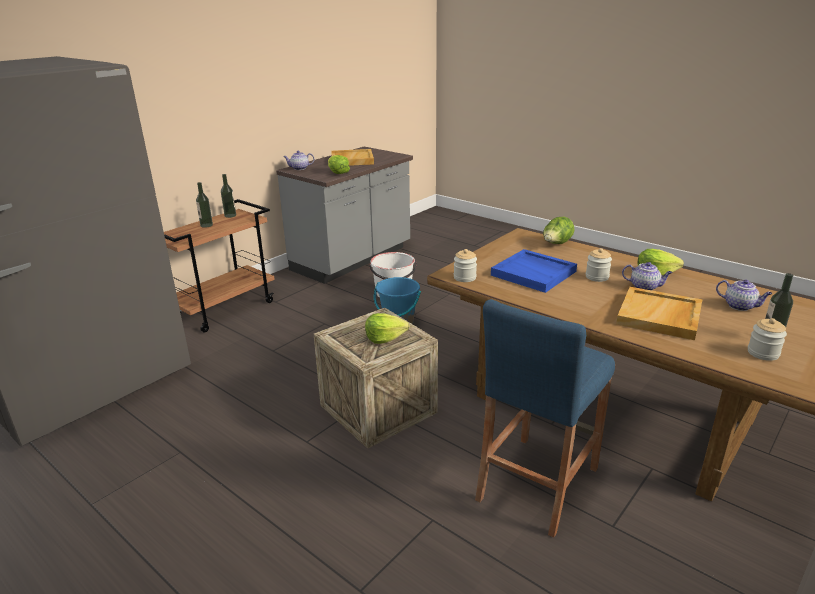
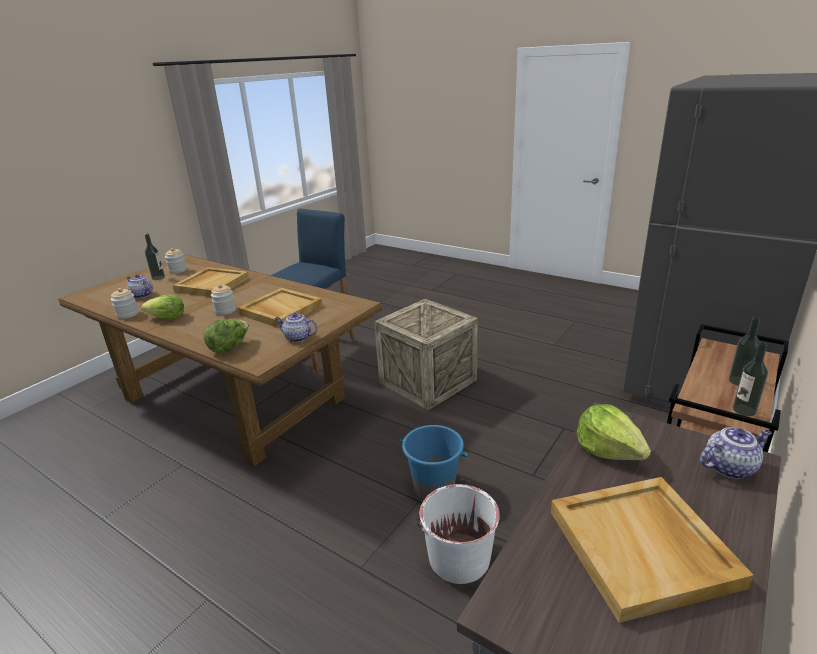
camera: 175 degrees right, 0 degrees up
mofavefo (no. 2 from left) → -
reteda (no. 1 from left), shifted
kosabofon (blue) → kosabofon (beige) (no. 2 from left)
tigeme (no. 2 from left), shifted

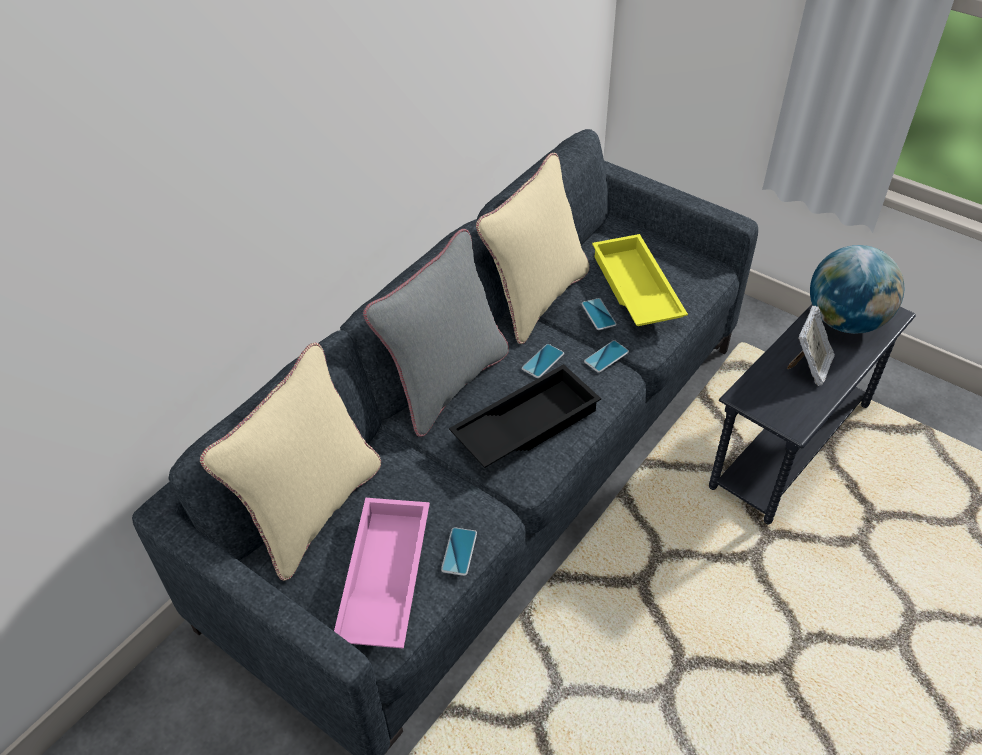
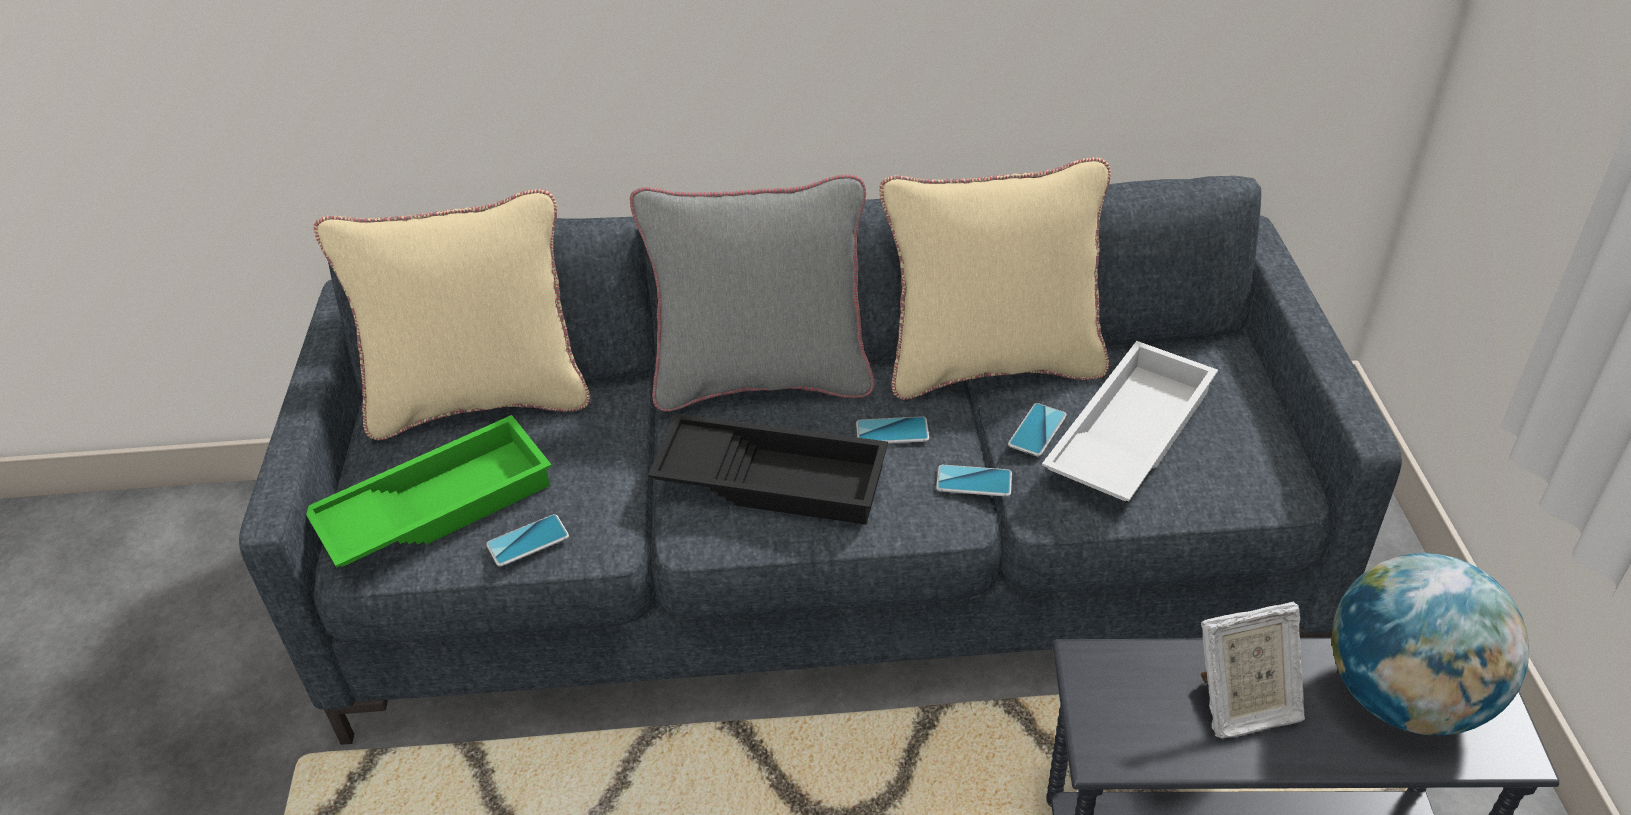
camera: 50 degrees right, 5 degrees down
kosabofon (pink) → kosabofon (green)
kosabofon (yellow) → kosabofon (white)

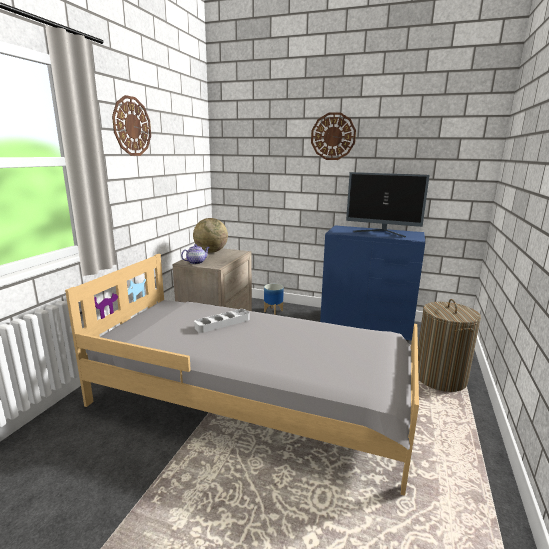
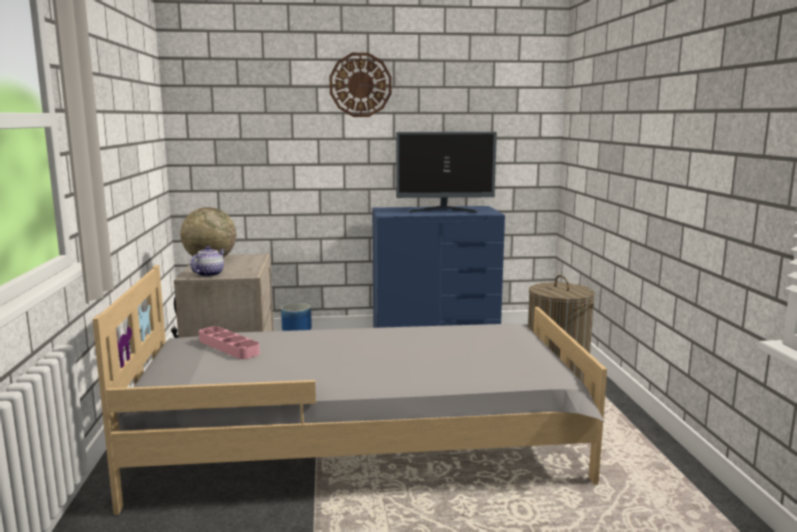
camera: 25 degrees left, 5 degrees down
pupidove (no. 1 from left) → -
kosabofon (grey) → -
- → kosabofon (pink)

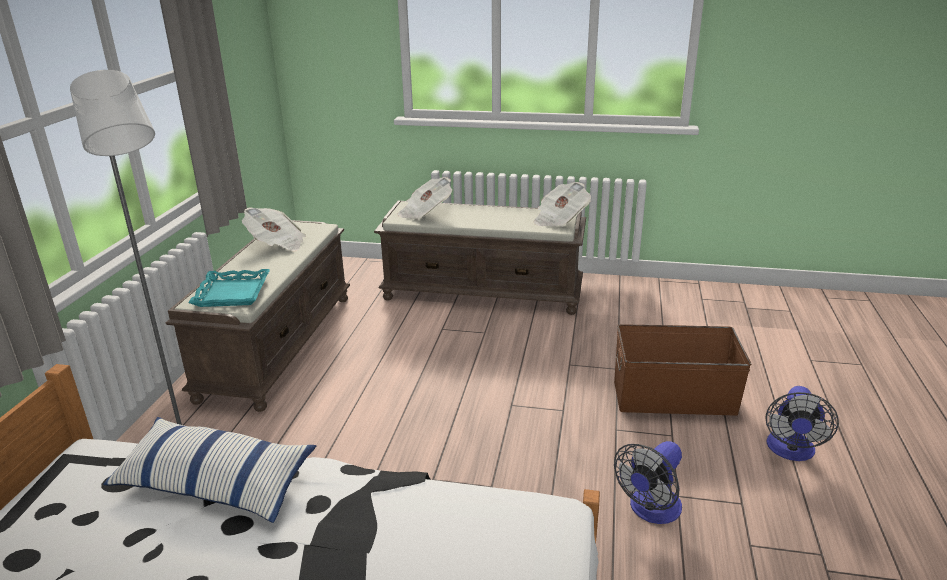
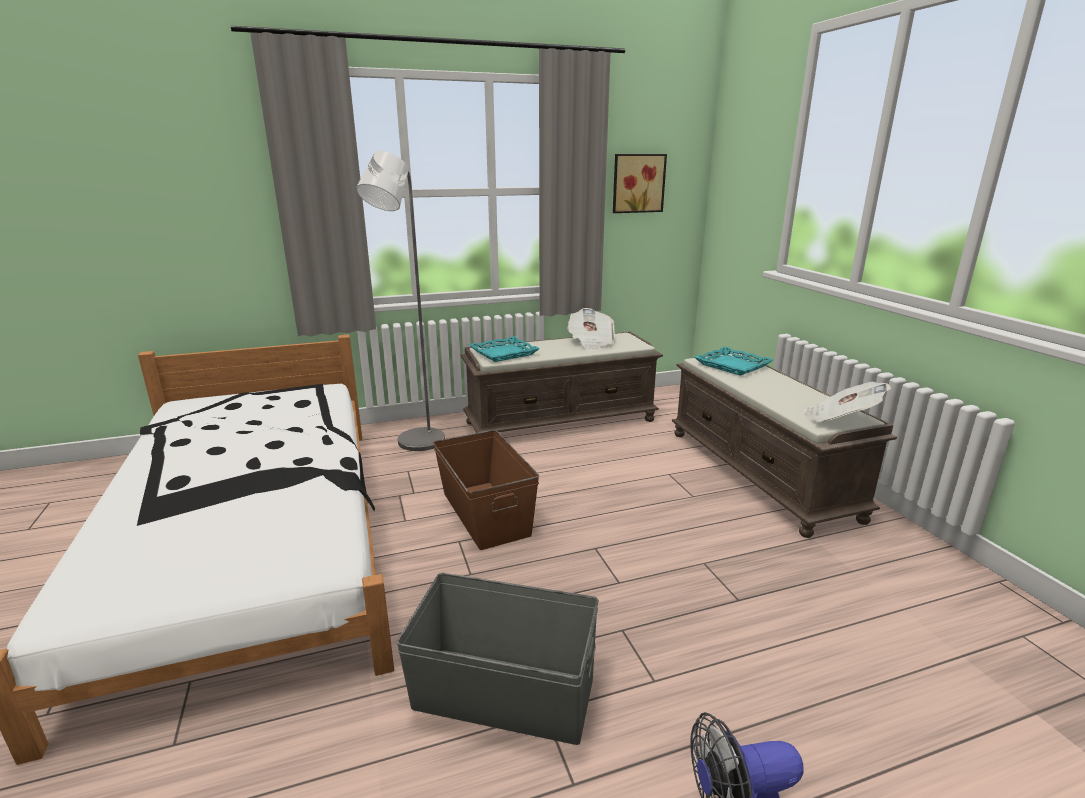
camera: 60 degrees right, 5 degrees down
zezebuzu → -
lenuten (no. 2 from left) → kosabofon (turquoise) (no. 2 from left)
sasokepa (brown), shifted
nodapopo (no. 1 from left) → sasokepa (grey)
- → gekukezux

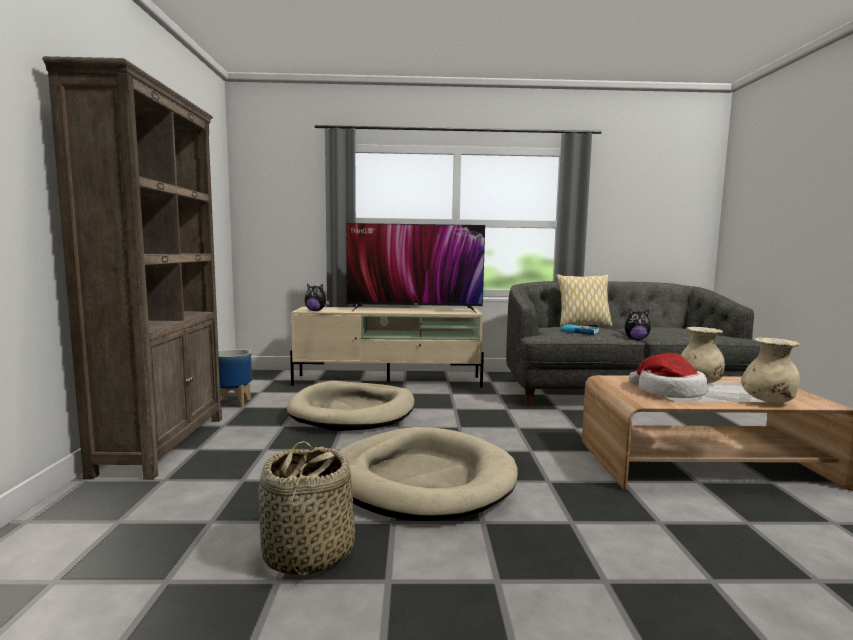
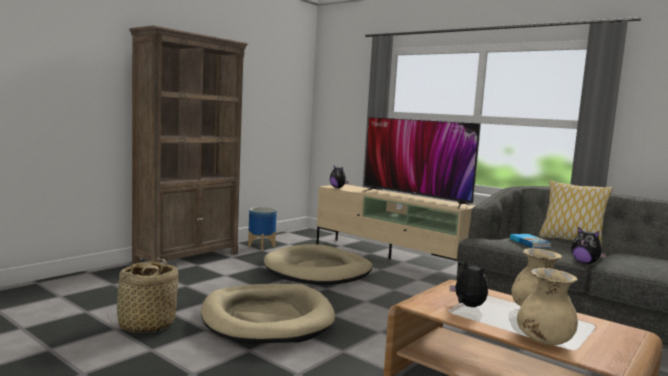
camera: 40 degrees right, 0 degrees up
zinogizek → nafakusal (no. 2 from left)

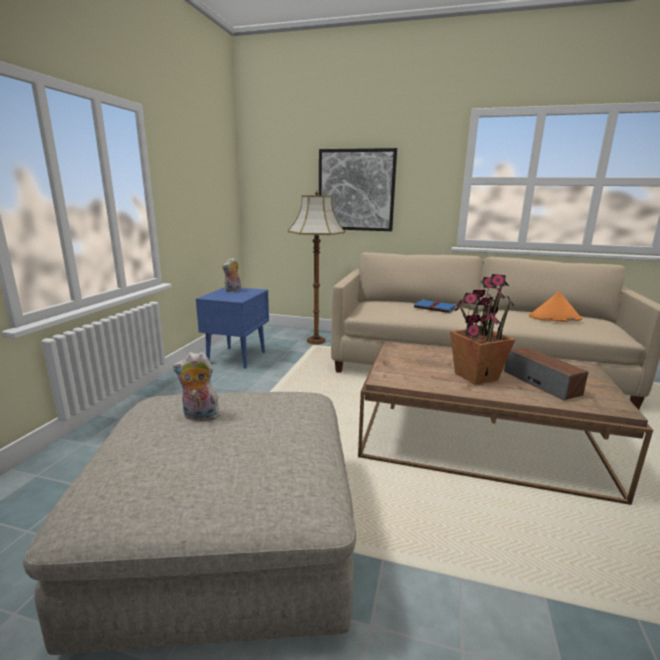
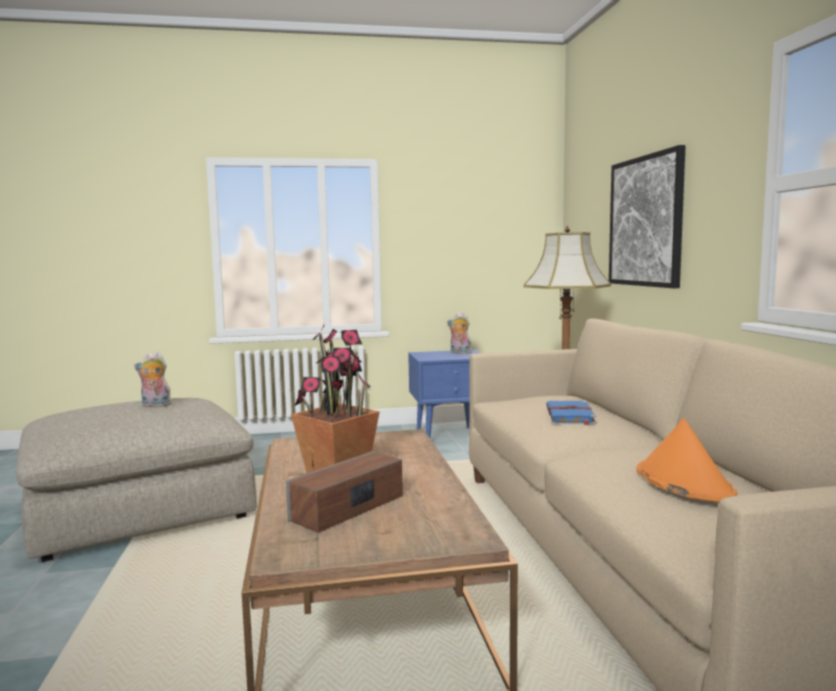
camera: 65 degrees right, 10 degrees down
nafakusal (no. 1 from left), 75 degrees counterclockwise

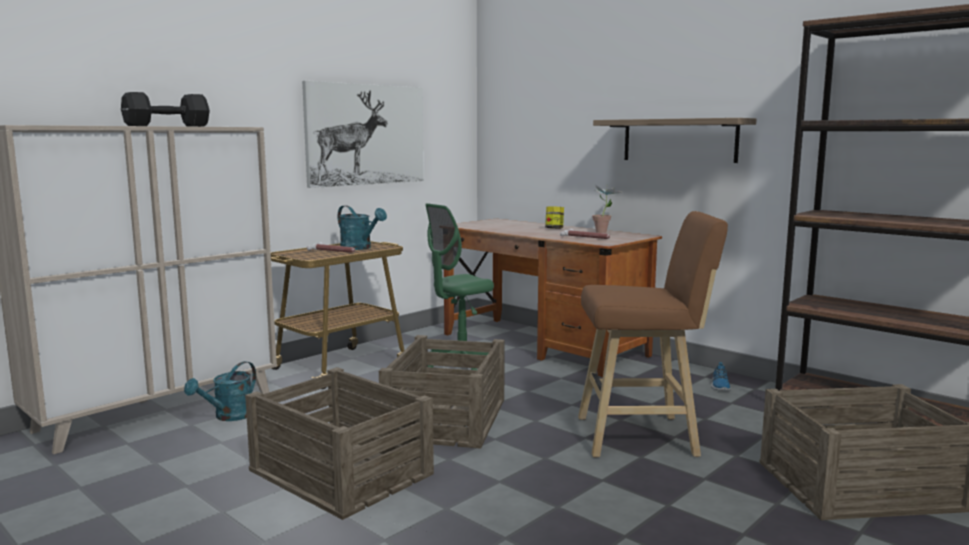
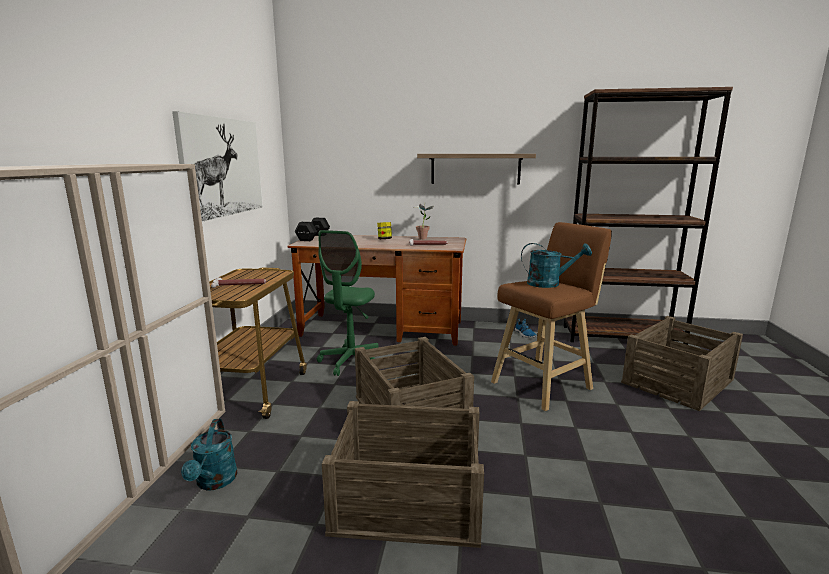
camera: 35 degrees left, 5 degrees up
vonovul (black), shifted
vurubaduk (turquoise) (no. 2 from left), shifted

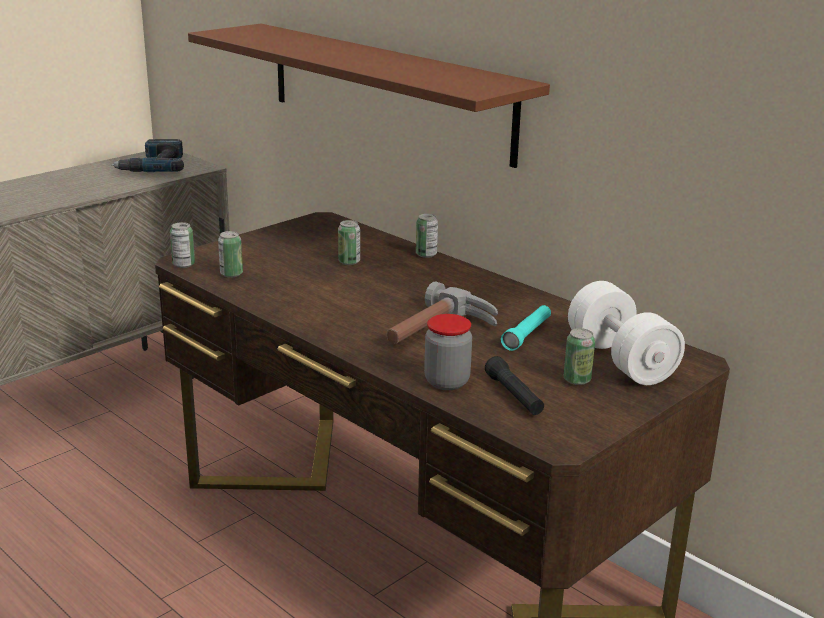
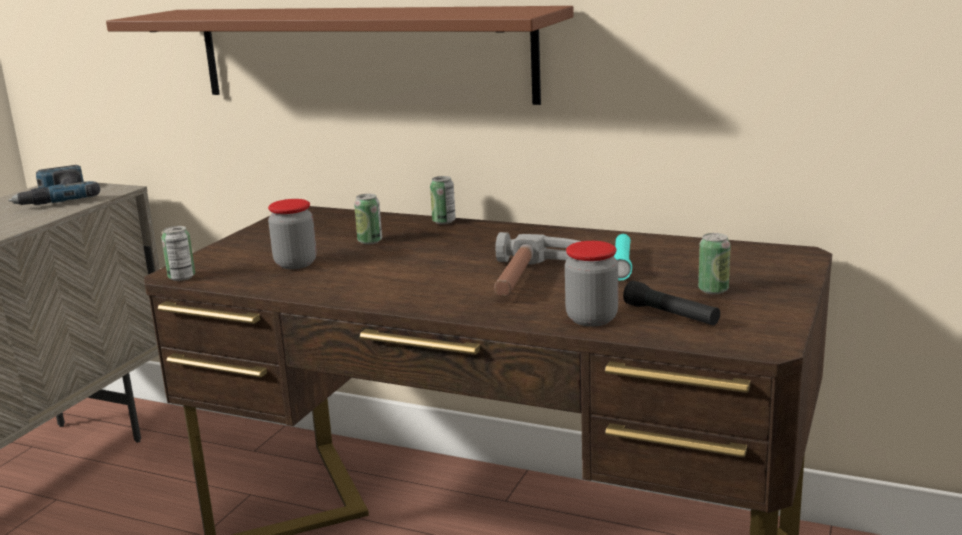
camera: 20 degrees left, 5 degrees down
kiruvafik (no. 2 from left) → -
vonovul (white) → -
- → reteda (no. 1 from left)

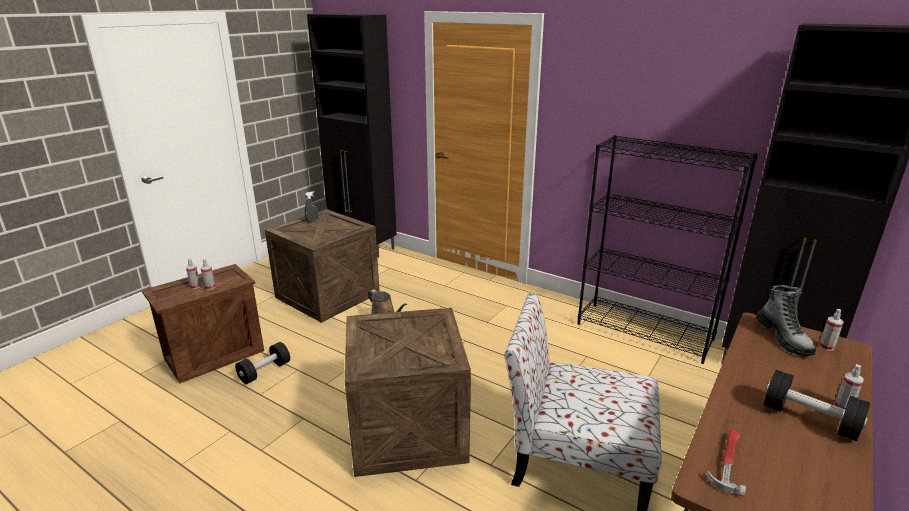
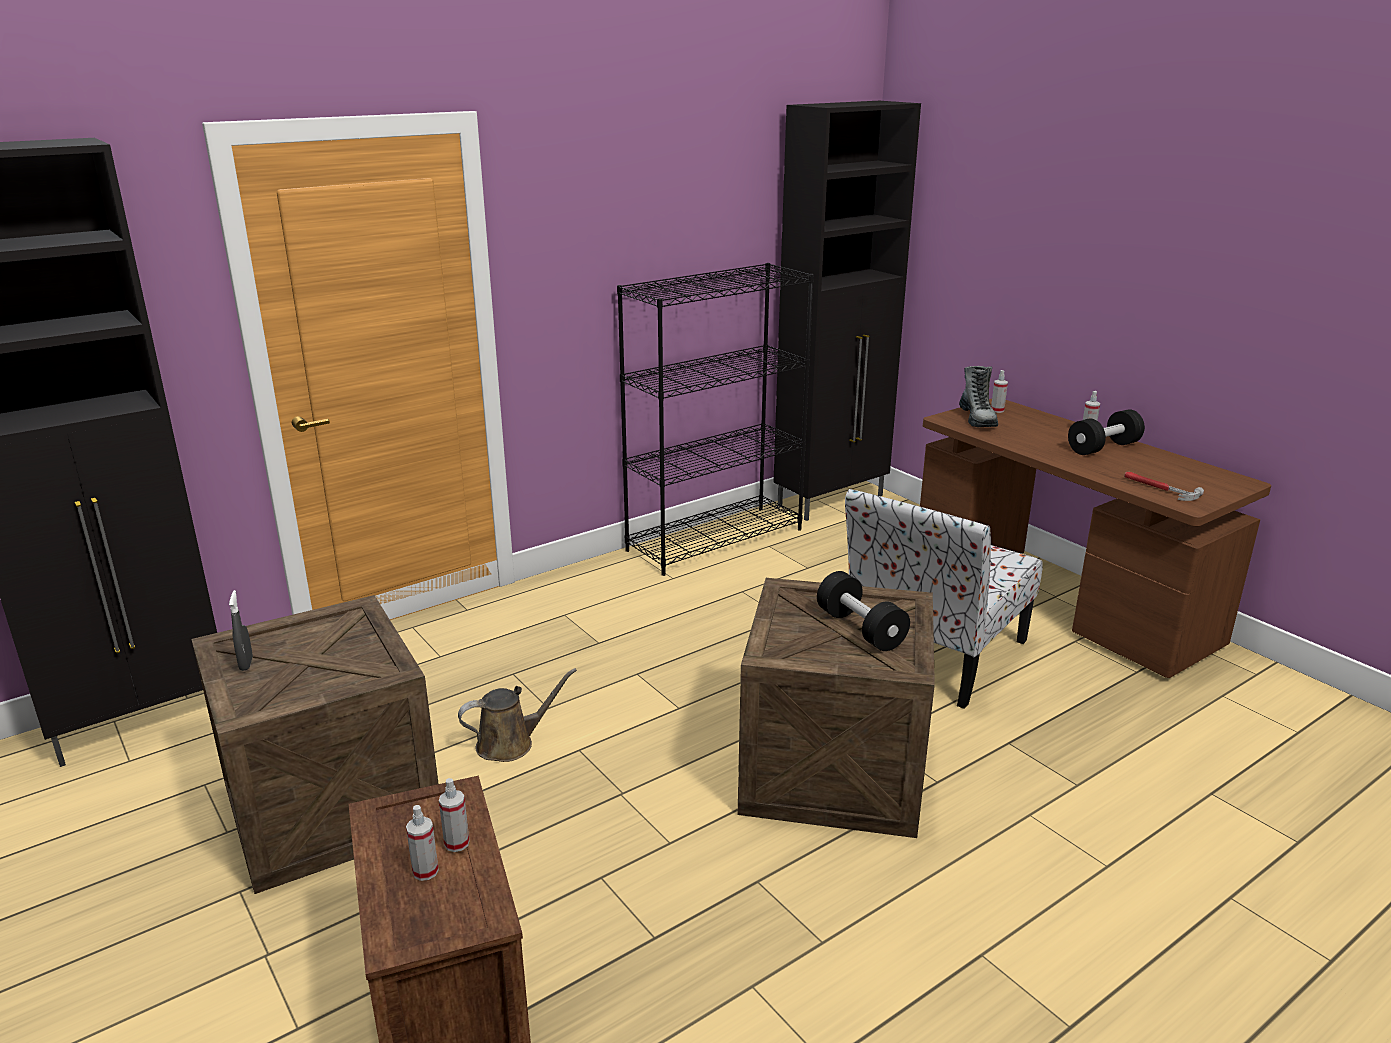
camera: 70 degrees left, 0 degrees up
vonovul (black) (no. 1 from left), shifted
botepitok, 75 degrees clockwise

